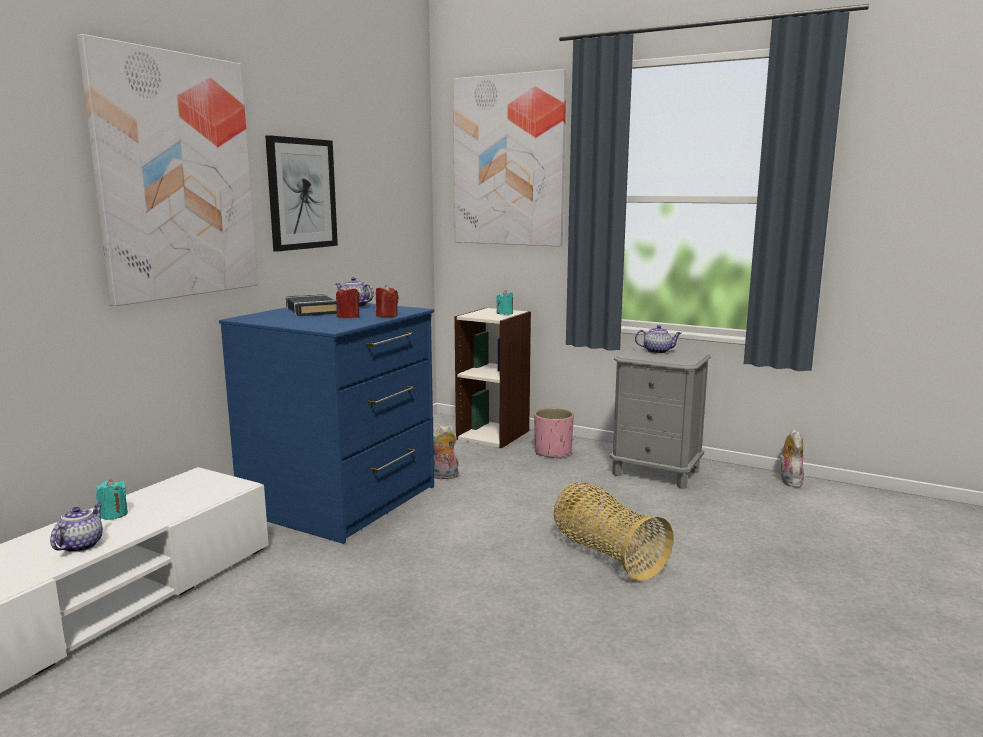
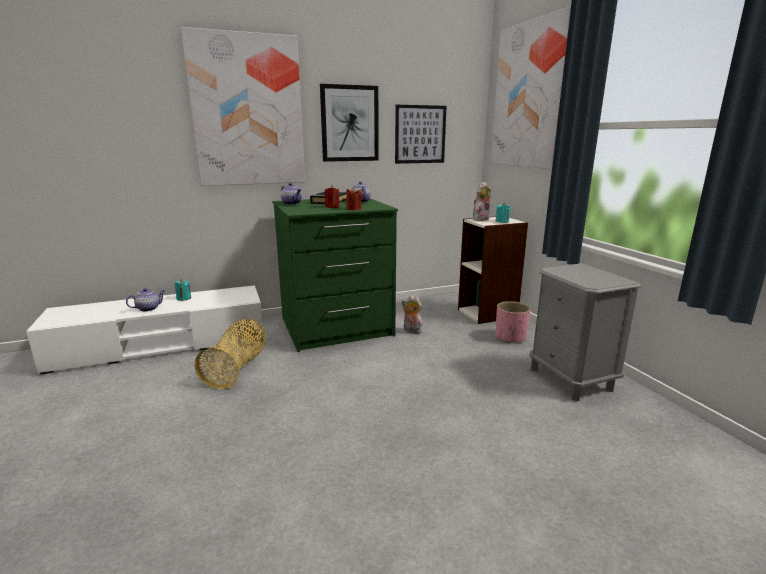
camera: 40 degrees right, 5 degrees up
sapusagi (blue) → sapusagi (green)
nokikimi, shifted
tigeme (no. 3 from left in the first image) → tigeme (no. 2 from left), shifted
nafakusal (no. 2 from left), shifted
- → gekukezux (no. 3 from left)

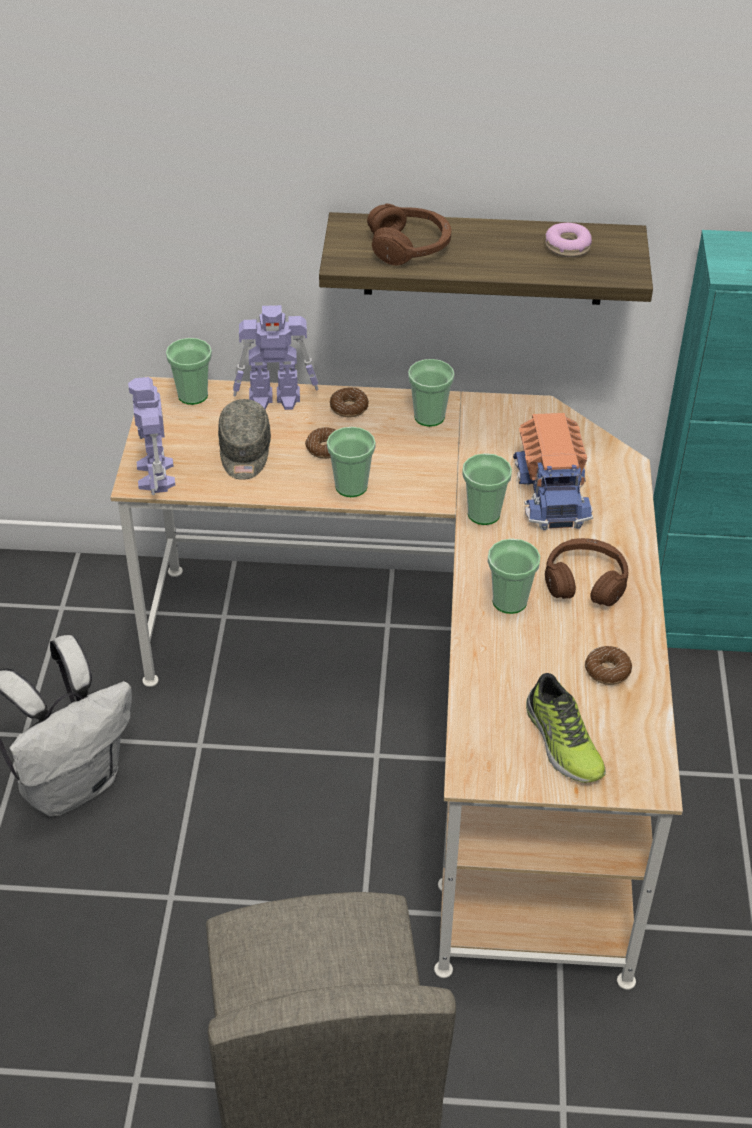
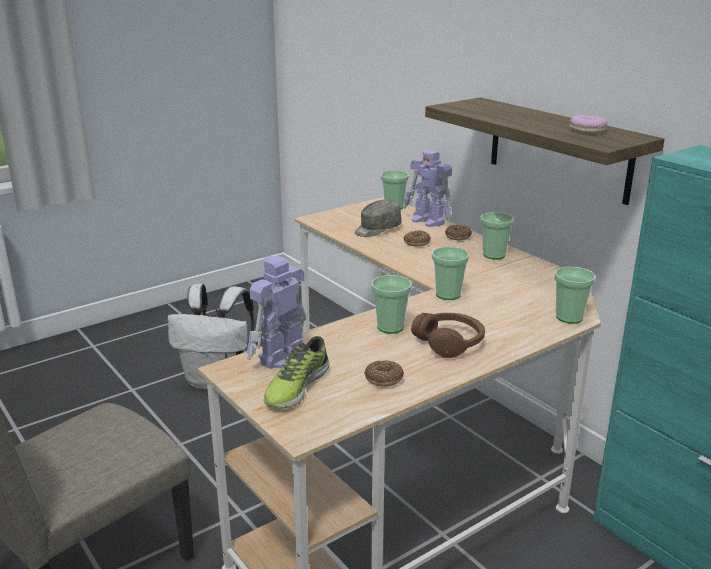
camera: 50 degrees right, 20 degrees down
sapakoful (no. 1 from left), shifted
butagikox (no. 2 from left in the first image) → butagikox (no. 5 from left), shifted
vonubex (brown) (no. 1 from left) → -
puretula → -

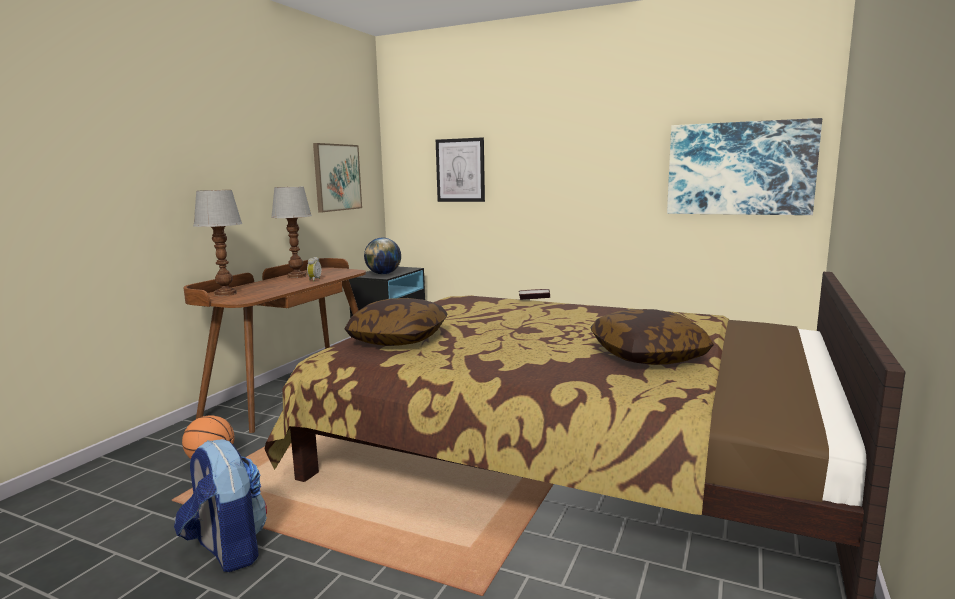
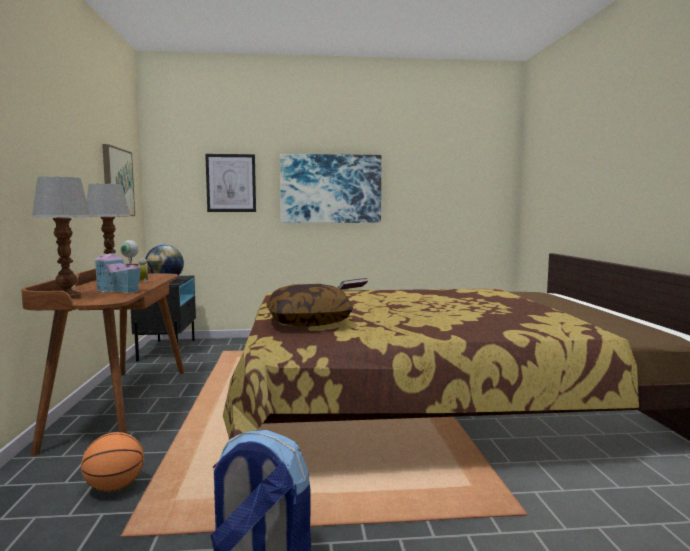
camera: 30 degrees left, 5 degrees down
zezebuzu (no. 2 from left) → -
gekukezux (no. 3 from left), shifted
- → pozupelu

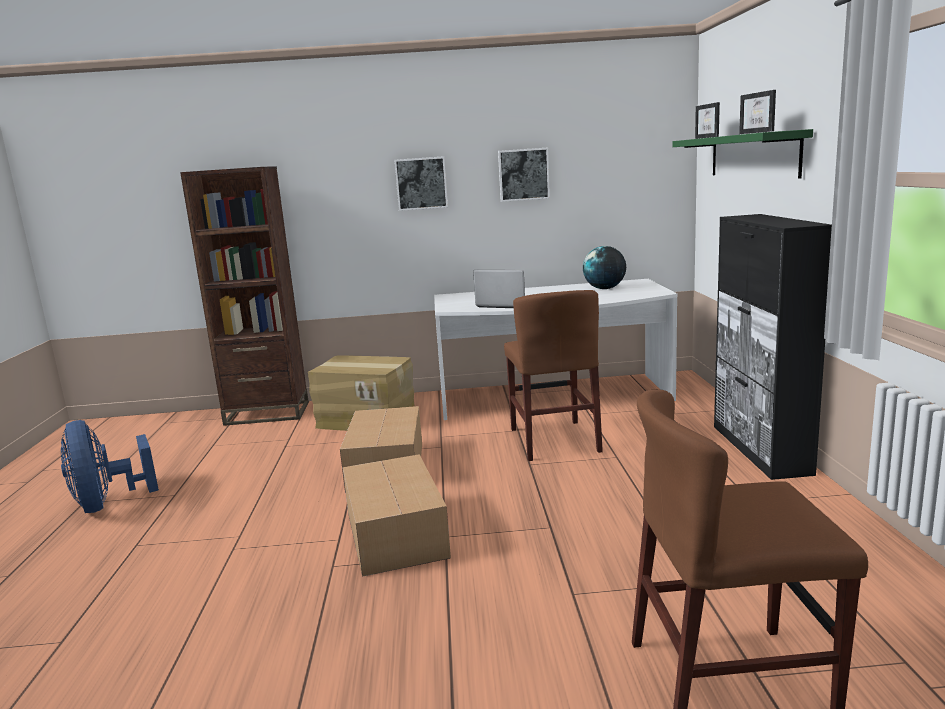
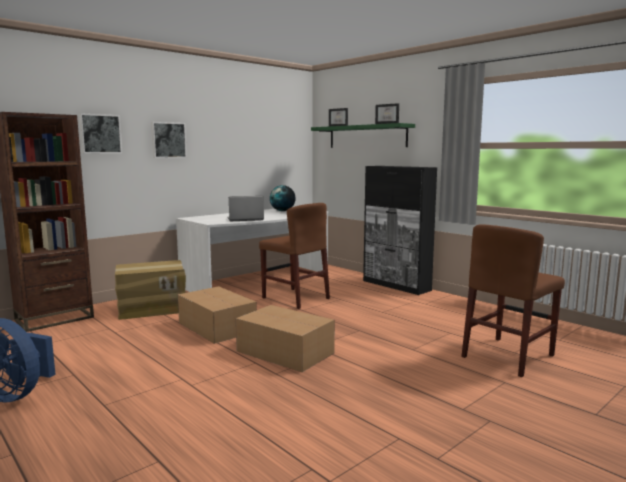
camera: 40 degrees left, 5 degrees down
gekukezux (no. 2 from left in the first image) → gekukezux (no. 1 from left), shifted

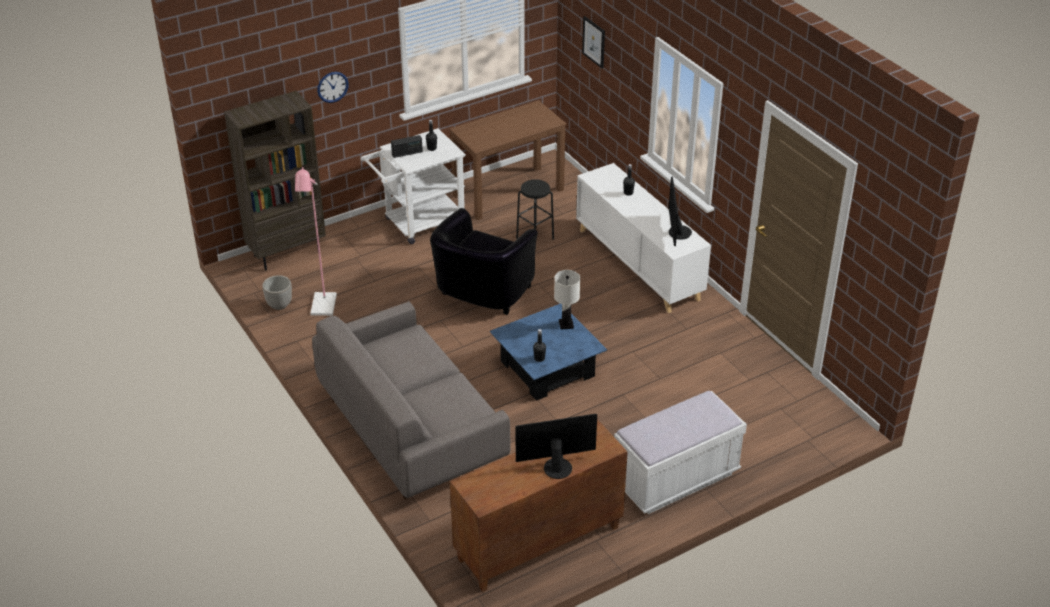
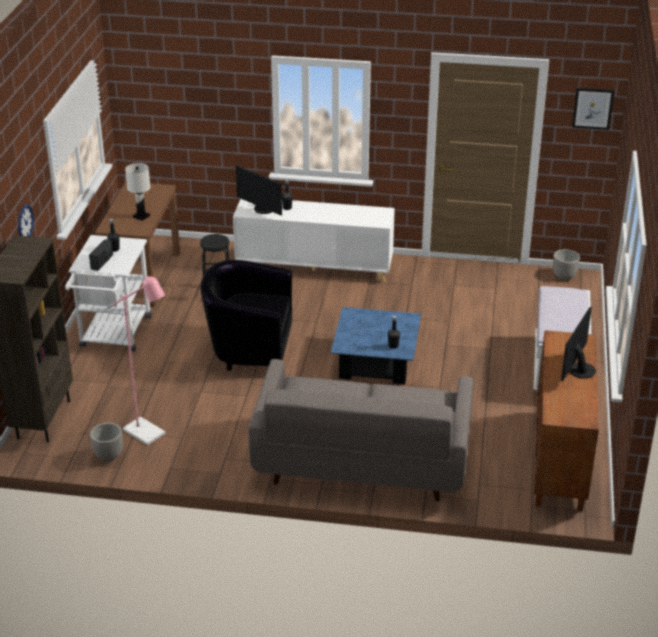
camera: 50 degrees left, 5 degrees down
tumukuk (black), 120 degrees clockwise
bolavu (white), shifted
gekukezux, shifted
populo (no. 2 from left in the first image) → populo (no. 1 from left), shifted
- → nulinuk (no. 2 from left)

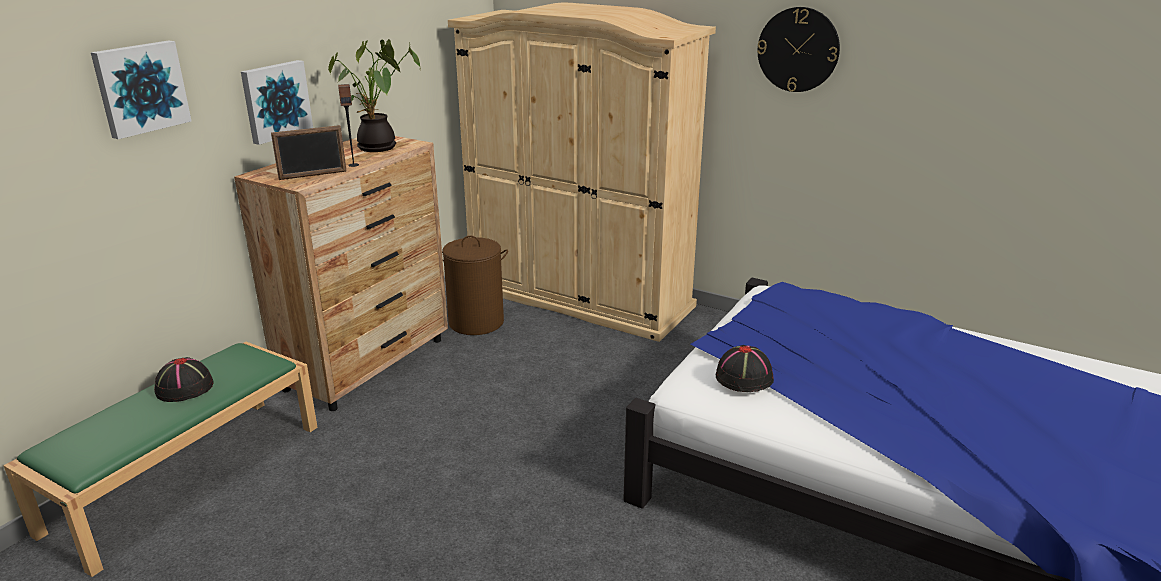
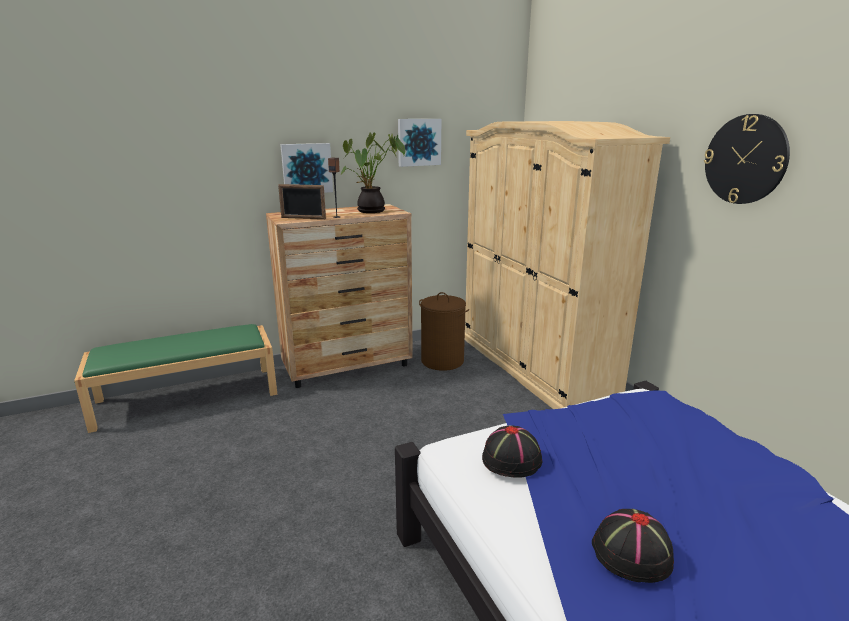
camera: 35 degrees right, 5 degrees down
gekukezux (no. 1 from left in the first image) → gekukezux (no. 2 from left), shifted
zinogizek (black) (no. 1 from left in the first image) → zinogizek (black) (no. 2 from left), shifted

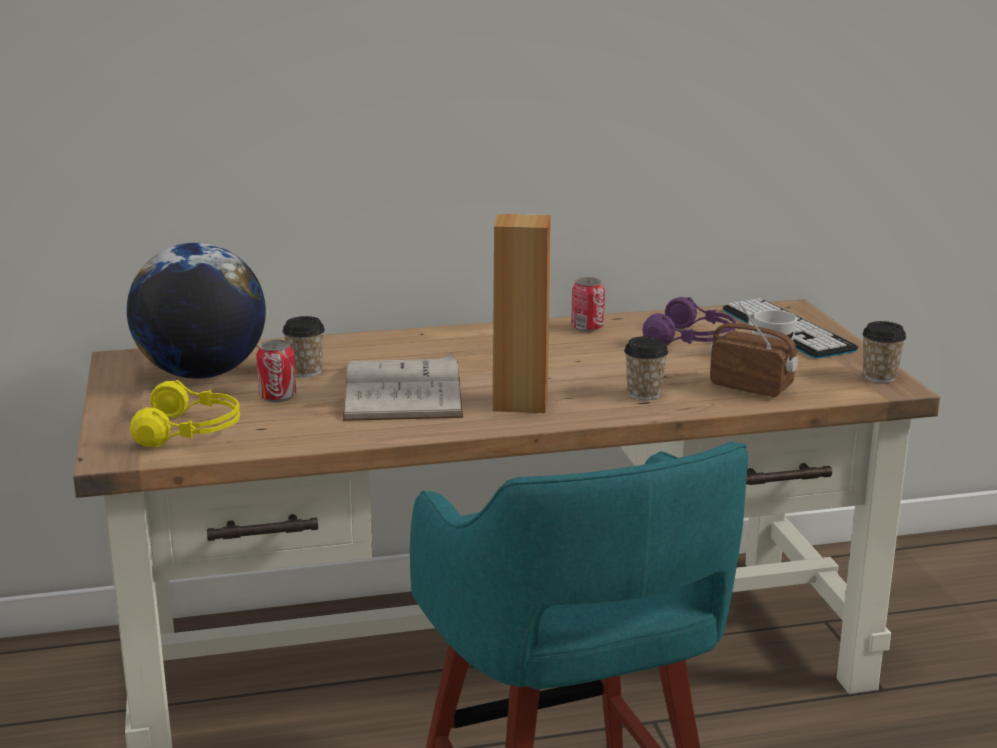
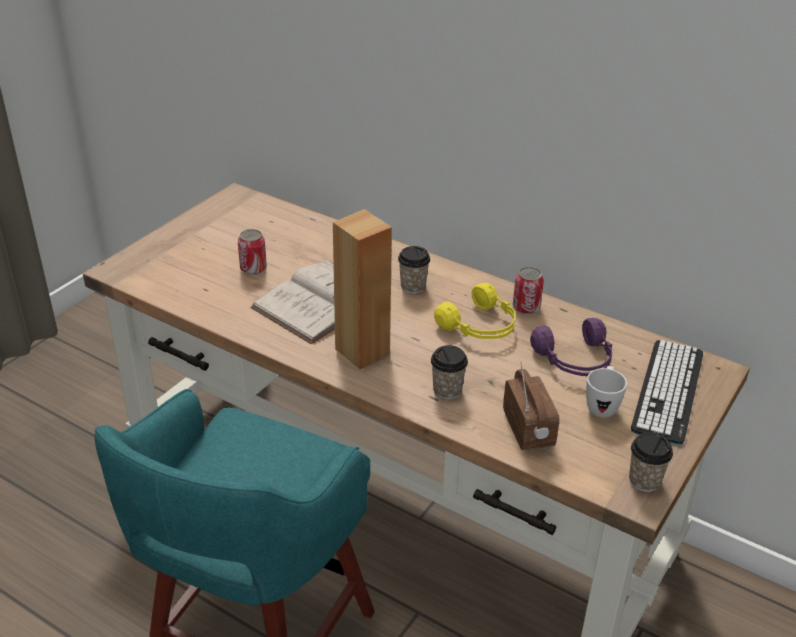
camera: 45 degrees right, 15 degrees up
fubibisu → -
vonubex (yellow), shifted
butagikox (no. 1 from left), shifted

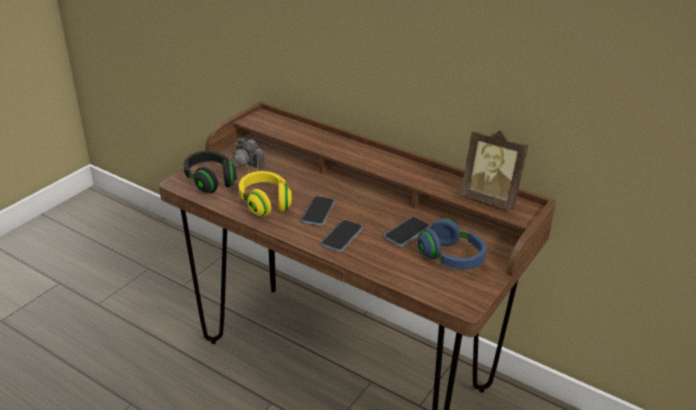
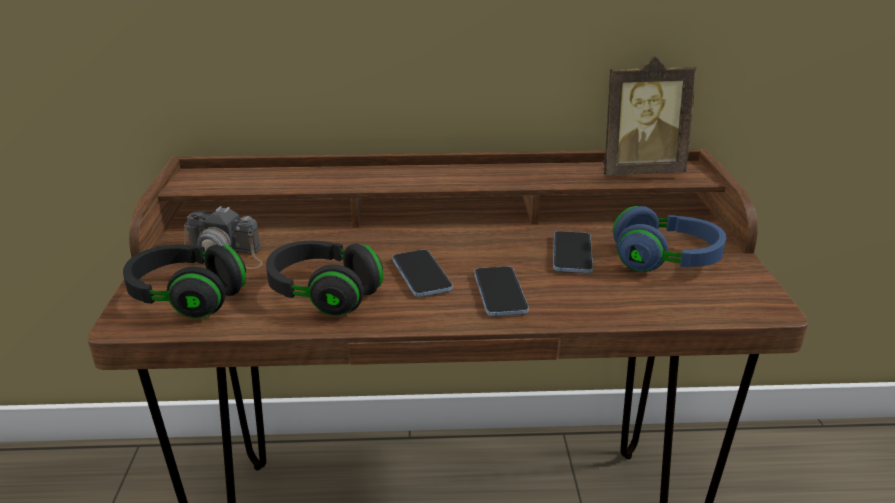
camera: 35 degrees left, 5 degrees down
vonubex (yellow) → vonubex (black) (no. 2 from left)

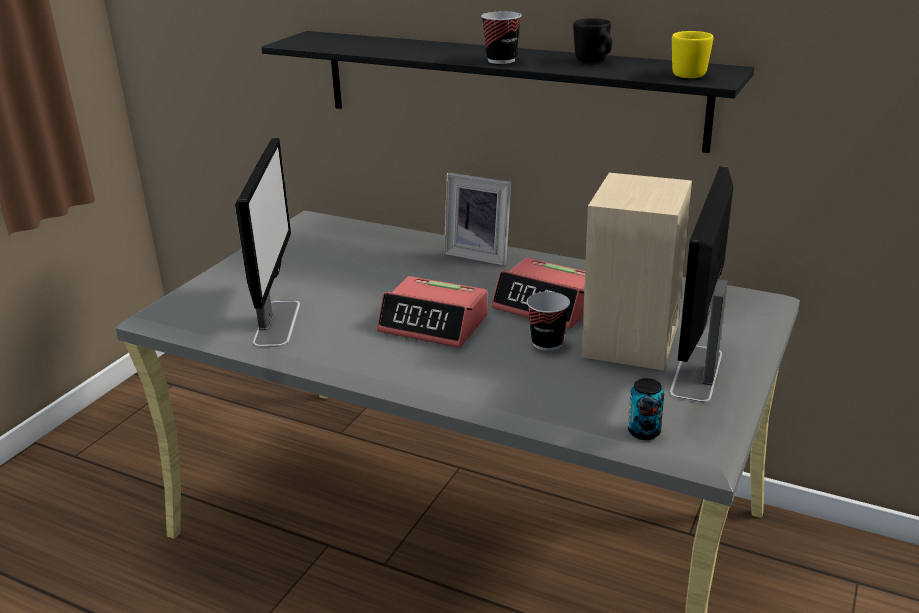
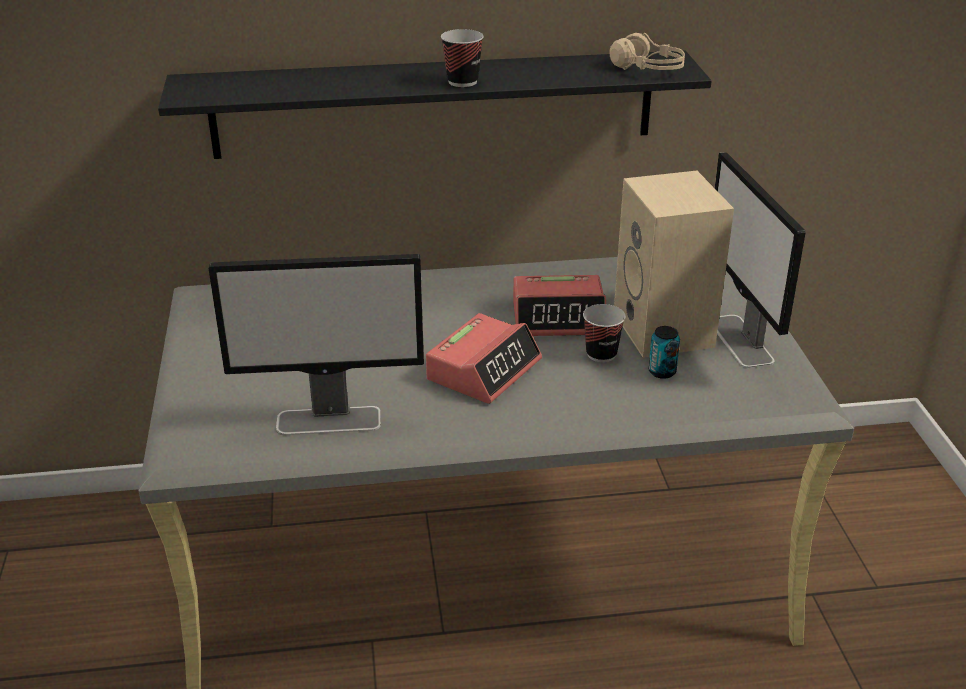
camera: 35 degrees left, 5 degrees up
populo (no. 1 from left), 120 degrees clockwise
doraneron (no. 1 from left), 45 degrees counterclockwise
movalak → -
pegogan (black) → -
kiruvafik, shifted
pegogan (yellow) → vonubex (beige)

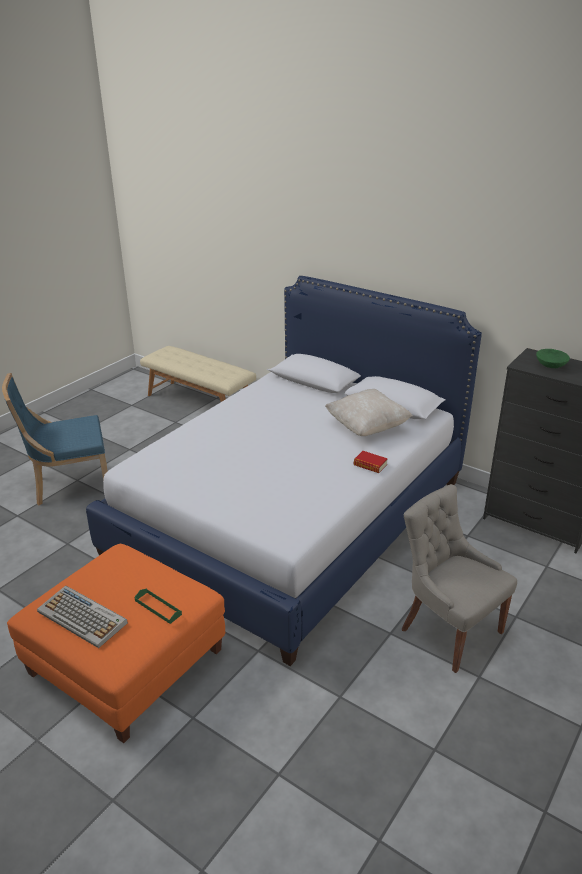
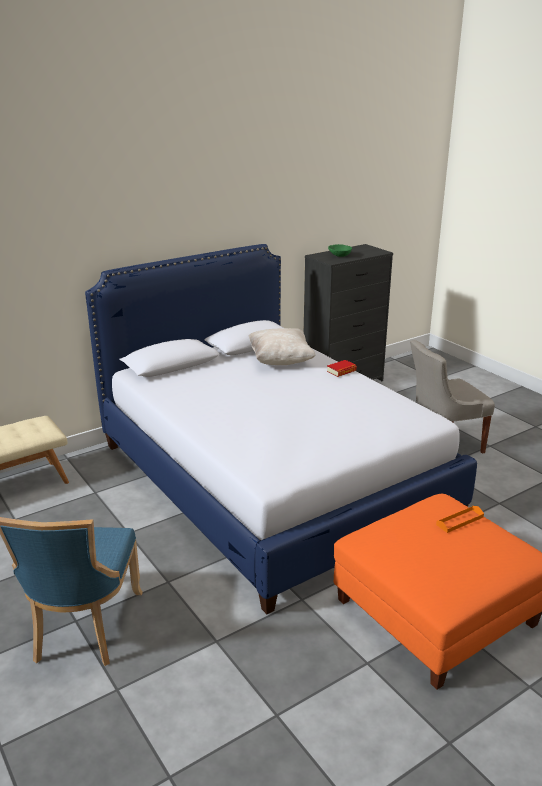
camera: 70 degrees left, 5 degrees down
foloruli → -
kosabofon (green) → kosabofon (orange)

